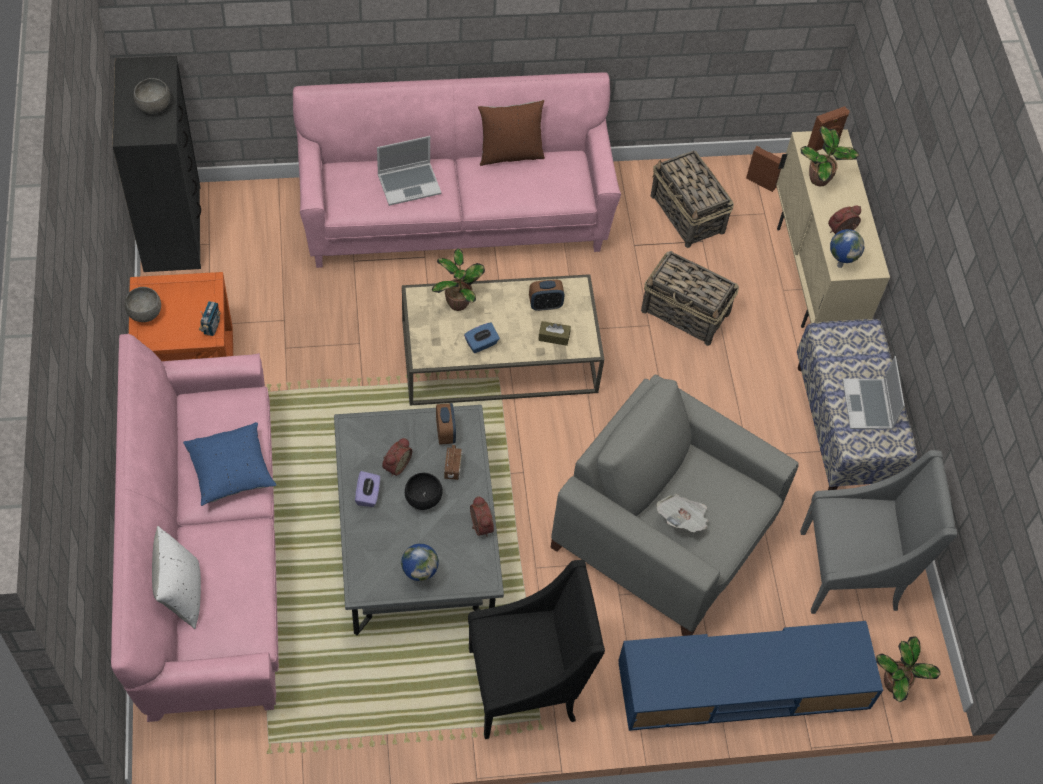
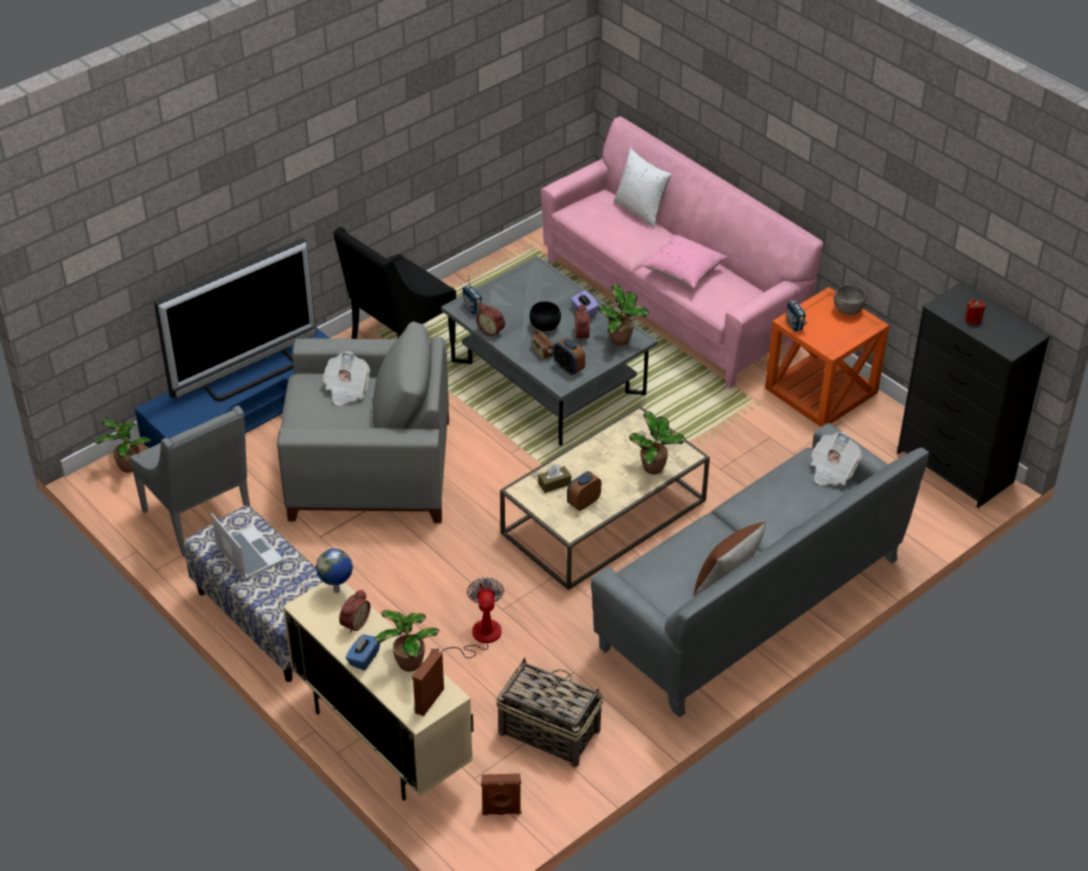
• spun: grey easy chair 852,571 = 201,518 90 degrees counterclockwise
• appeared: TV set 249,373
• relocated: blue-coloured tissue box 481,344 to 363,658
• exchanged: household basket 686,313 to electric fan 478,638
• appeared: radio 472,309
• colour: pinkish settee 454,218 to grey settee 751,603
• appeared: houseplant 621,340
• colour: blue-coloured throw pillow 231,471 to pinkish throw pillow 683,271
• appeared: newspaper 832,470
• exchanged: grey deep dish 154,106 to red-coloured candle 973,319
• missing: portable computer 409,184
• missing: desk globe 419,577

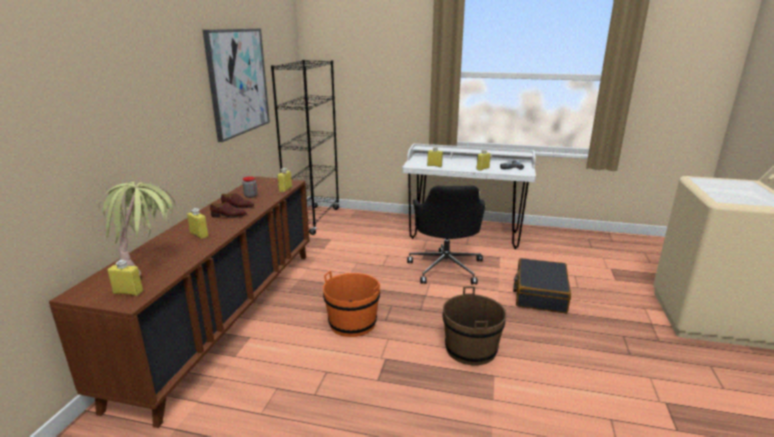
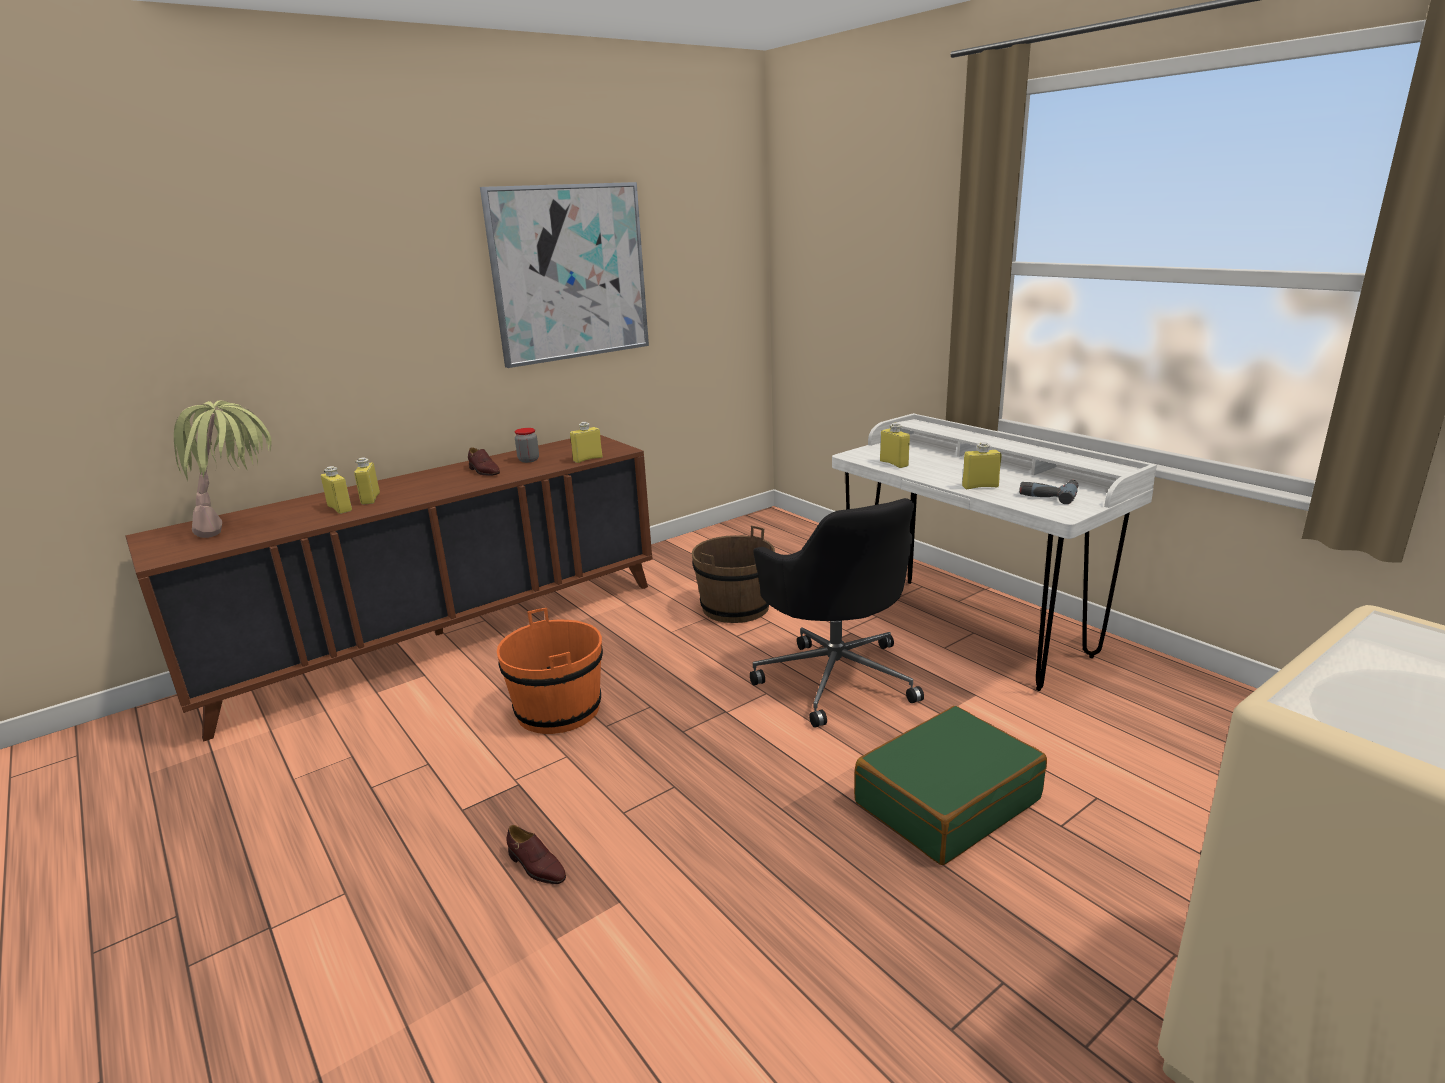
• relocated: yellow drink bottle 128,292 to 340,508
• relocated: brown-coloured item of footwear 229,216 to 536,867
• relocated: brown-coloured pail 471,349 to 736,608
• spun: black office chair 446,267 = 836,677 60 degrees counterclockwise
• colour: black suitcase 540,294 to greenish suitcase 946,800
• missing: black bookcase 313,220

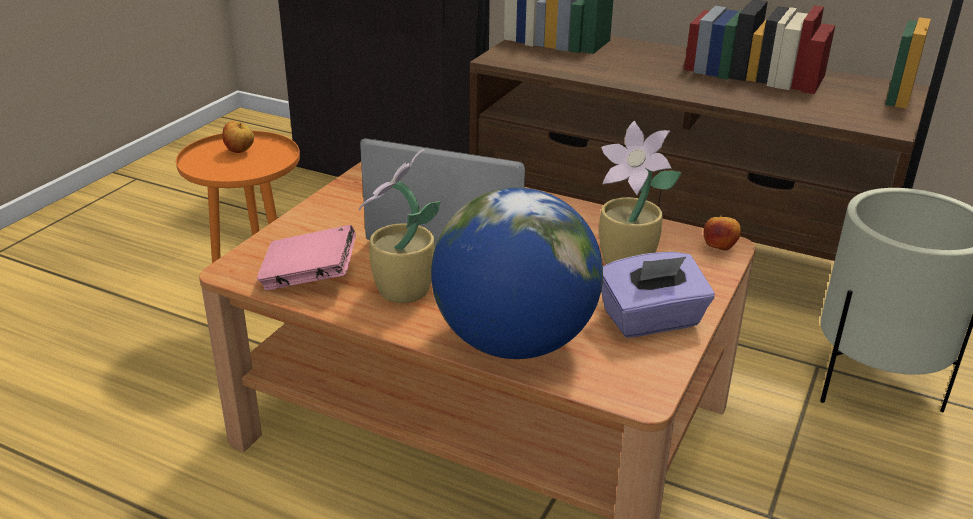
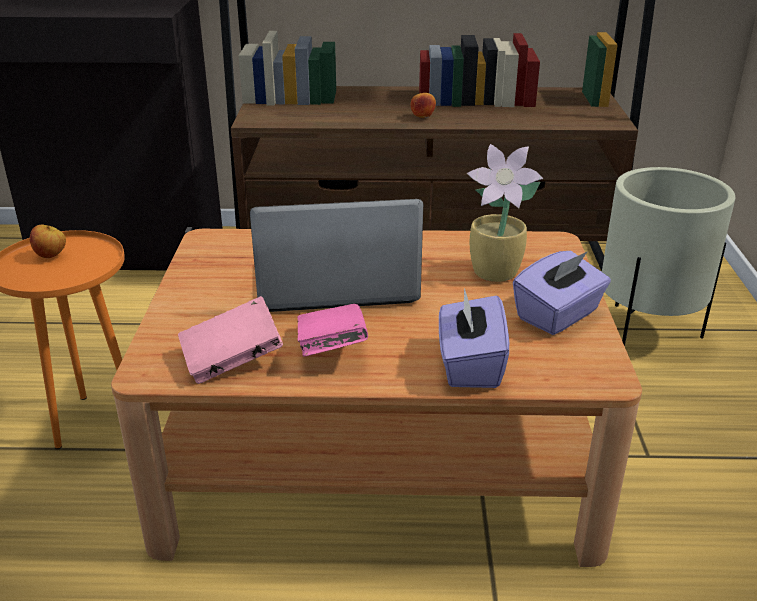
• exchanged: houseplant 401,292 to pinkish book 331,349
• relocated: whole apple 719,248 to 422,117
• exchanged: desk globe 514,342 to purple tissue box 469,365

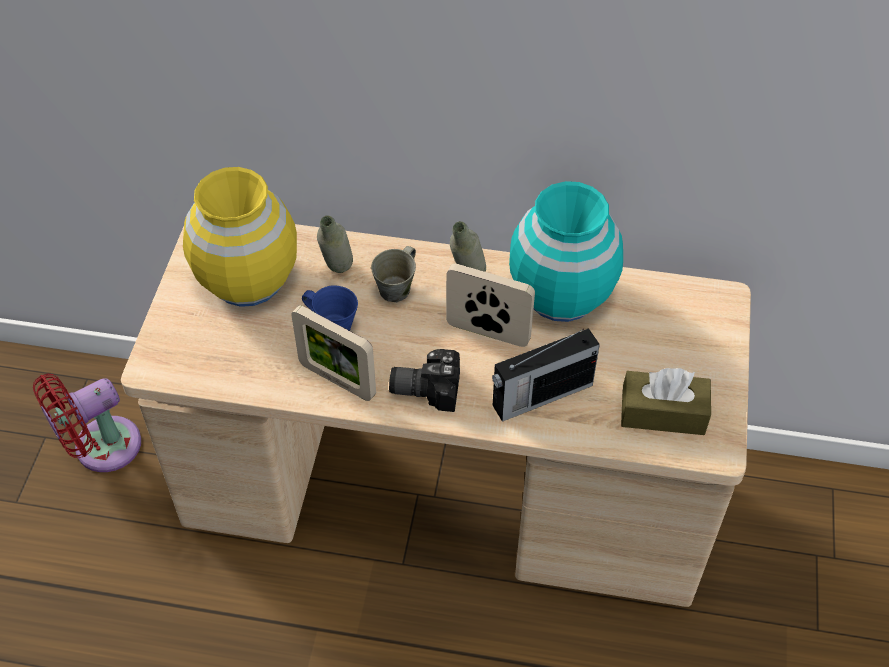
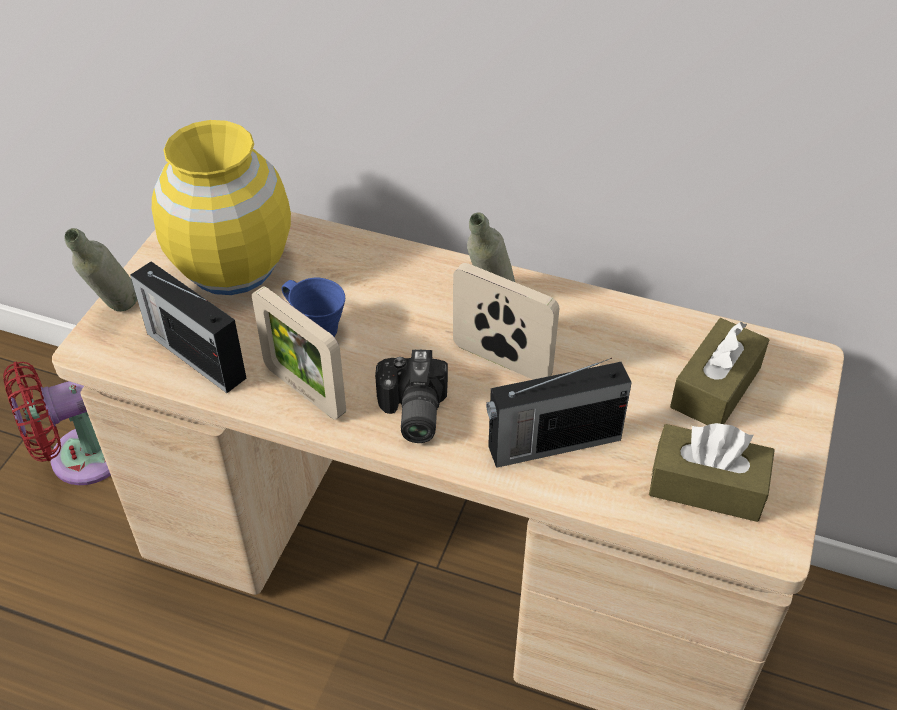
• relocated: grey drink bottle 338,275 to 116,314
• appeared: radio 194,354
• spun: photo camera 426,386 = 410,413 105 degrees counterclockwise
• appeared: brown-coloured tissue box 715,387
• missing: grey mug 396,289
• missing: blue-green vase 560,294

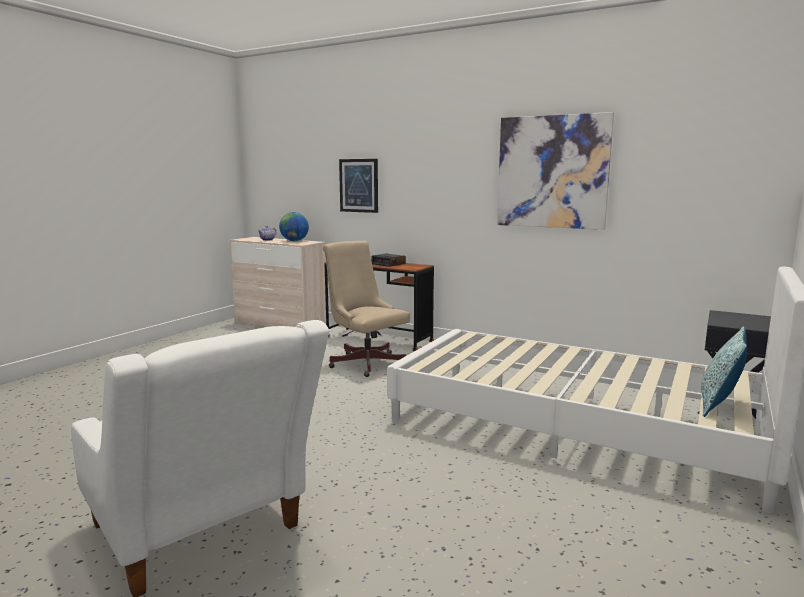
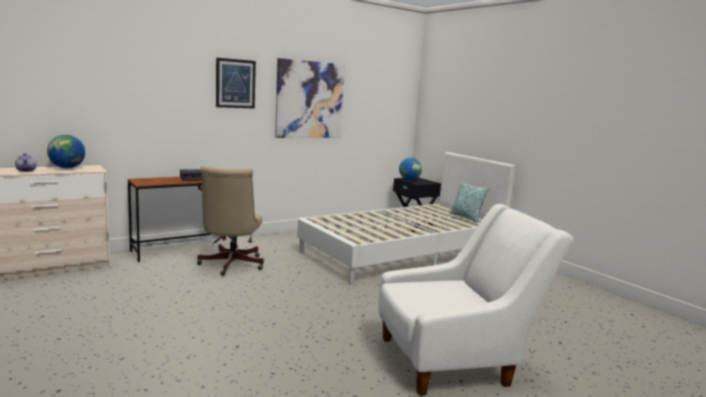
• spun: beige-coloured office chair 365,362 = 230,265 75 degrees counterclockwise
• relocated: wall picture 359,185 to 235,83
• appeared: desk globe 409,180

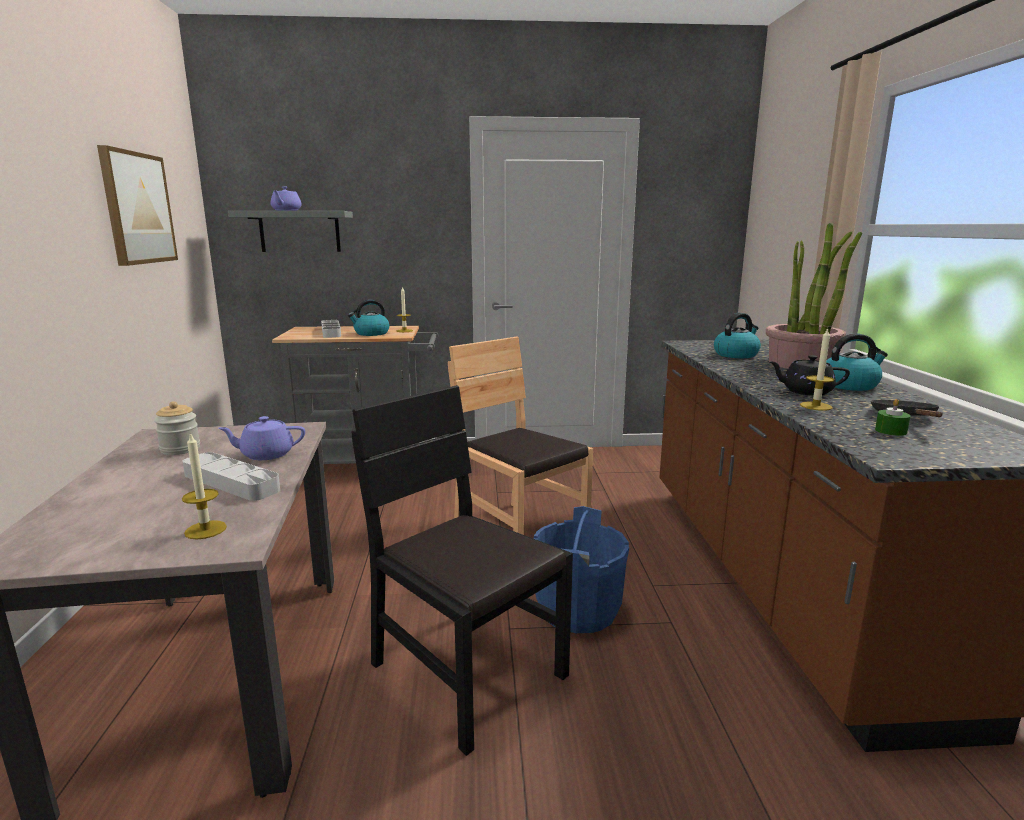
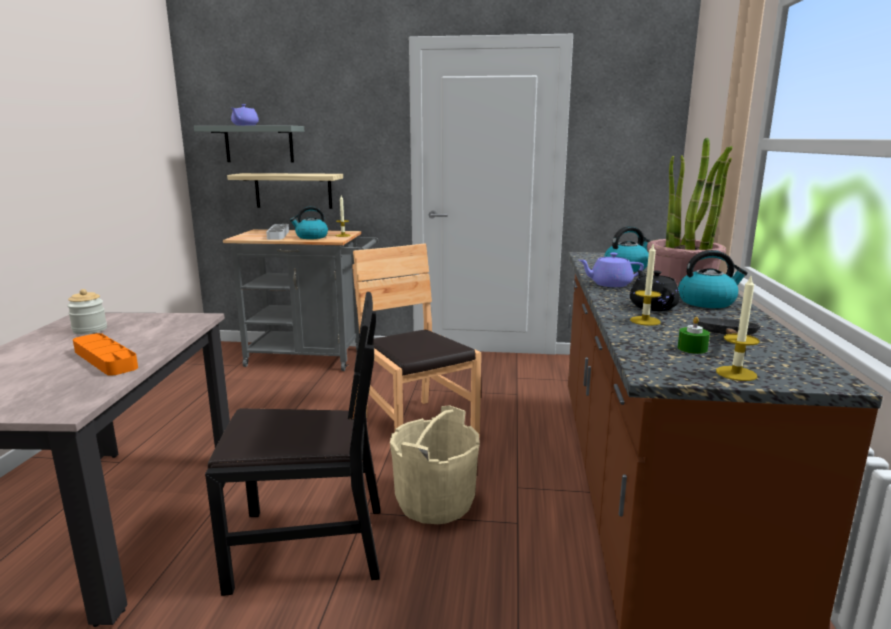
• colour: grey carrying tray 231,482 to orange carrying tray 105,359
• spun: black chair 466,672 = 308,546 120 degrees clockwise
• appeared: shelf 293,190
• colour: blue-coloured pail 578,609 to beige-coloured pail 435,502
• relocated: purple pot for tea 266,454 to 609,284
• spun: black pot for tea 805,391 = 652,306 60 degrees clockwise
• relocated: candle 205,530 to 736,373
• missing: wall picture 137,208

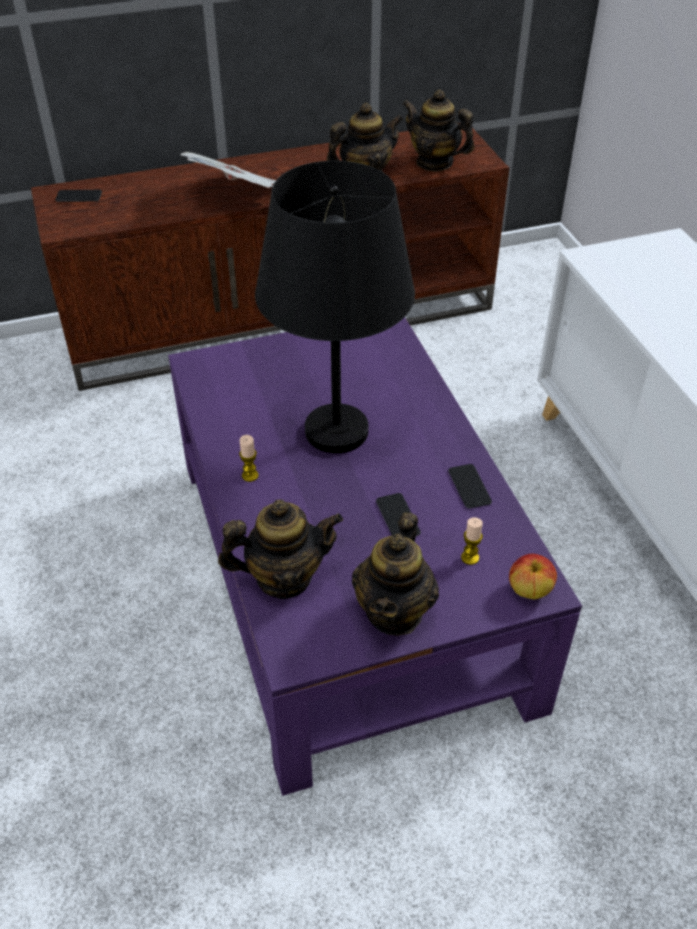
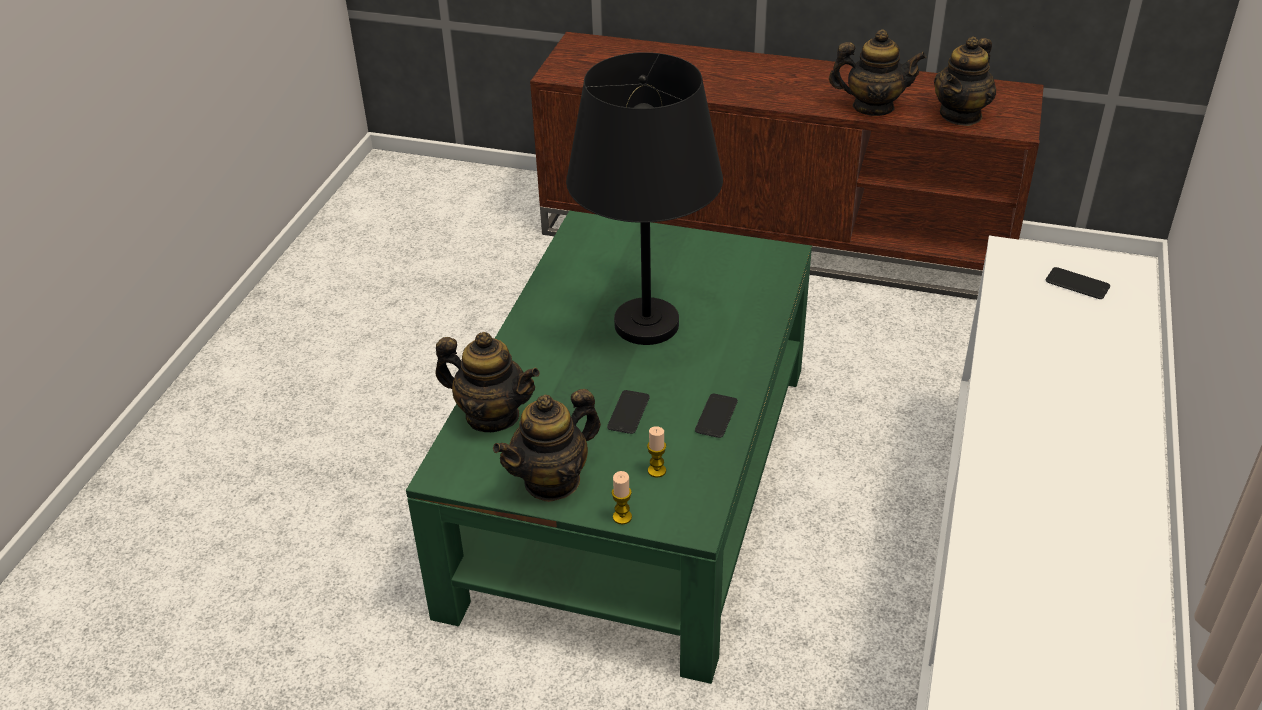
• colour: purple coffee table 349,578 to greenish coffee table 633,484
• relocated: candle 250,475 to 622,517
• spun: pot for tea 435,163 = 961,115 120 degrees counterclockwise
• relocated: handset 79,196 to 1077,284
• missing: newspaper 237,195
• missing: whole apple 529,590

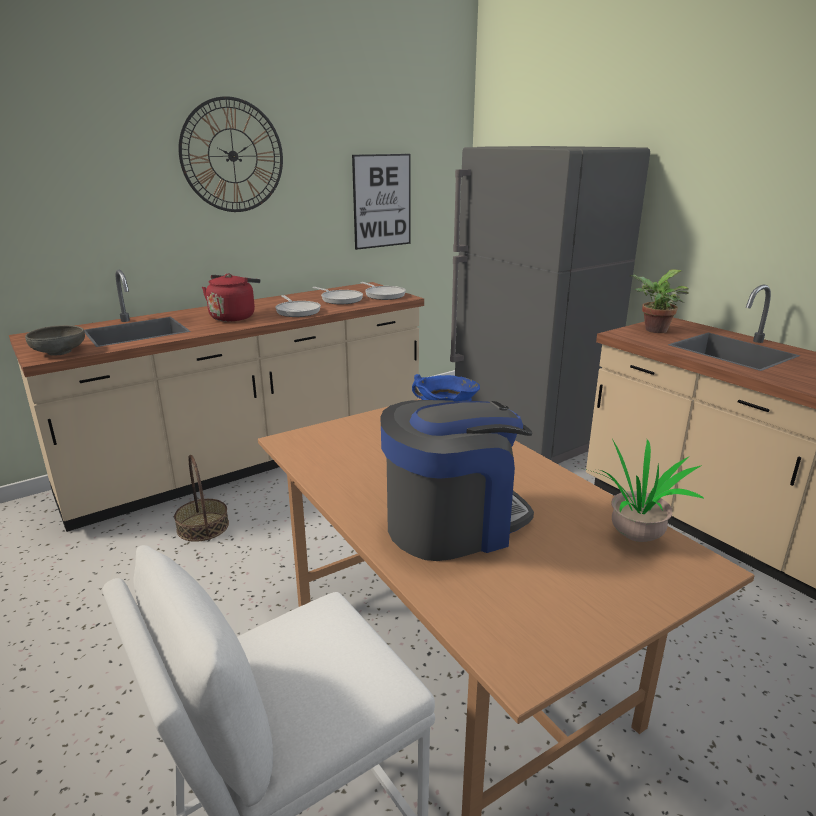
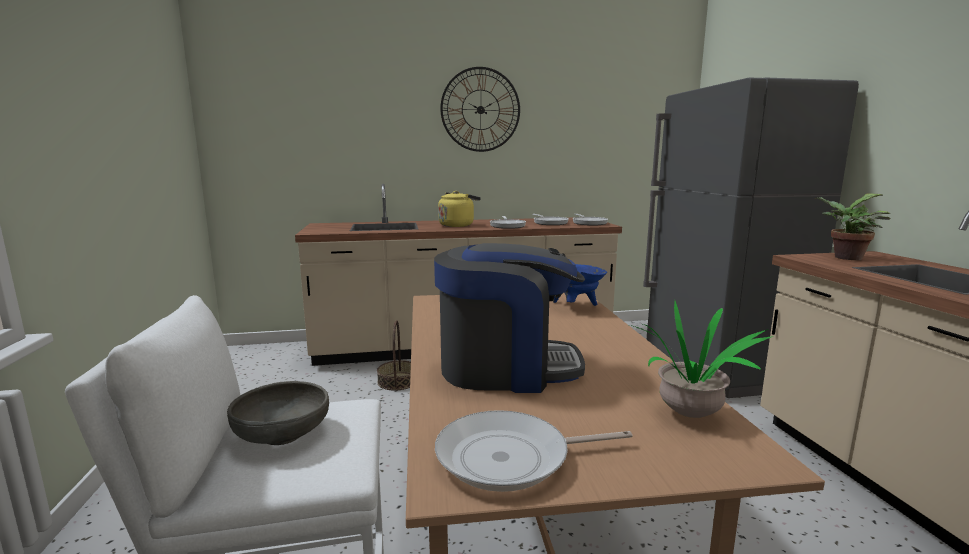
• relocated: grey deep dish 59,352 to 282,435
• appeared: skillet 510,458
• colour: red-coloured water kettle 234,316 to yellow water kettle 457,225
• missing: wall picture 382,201

